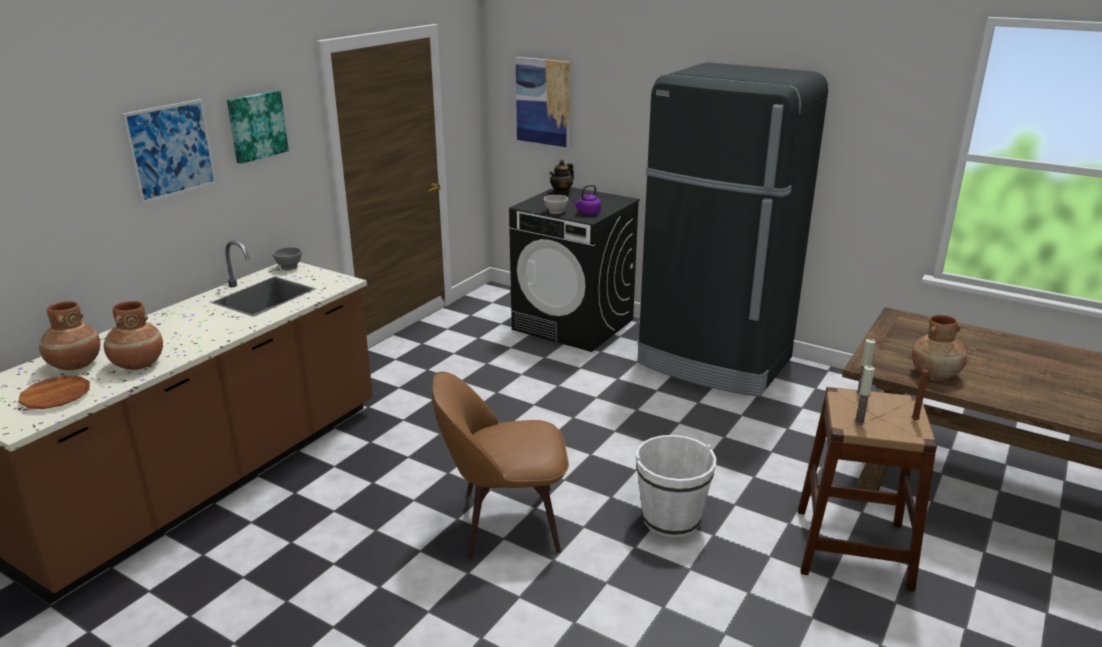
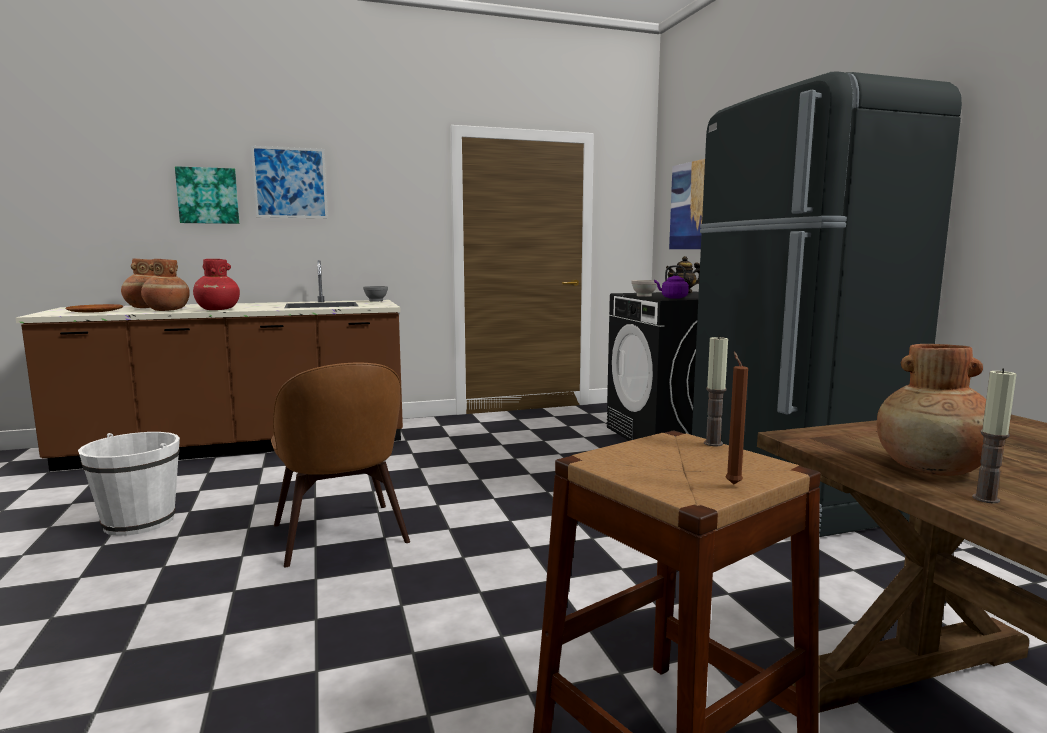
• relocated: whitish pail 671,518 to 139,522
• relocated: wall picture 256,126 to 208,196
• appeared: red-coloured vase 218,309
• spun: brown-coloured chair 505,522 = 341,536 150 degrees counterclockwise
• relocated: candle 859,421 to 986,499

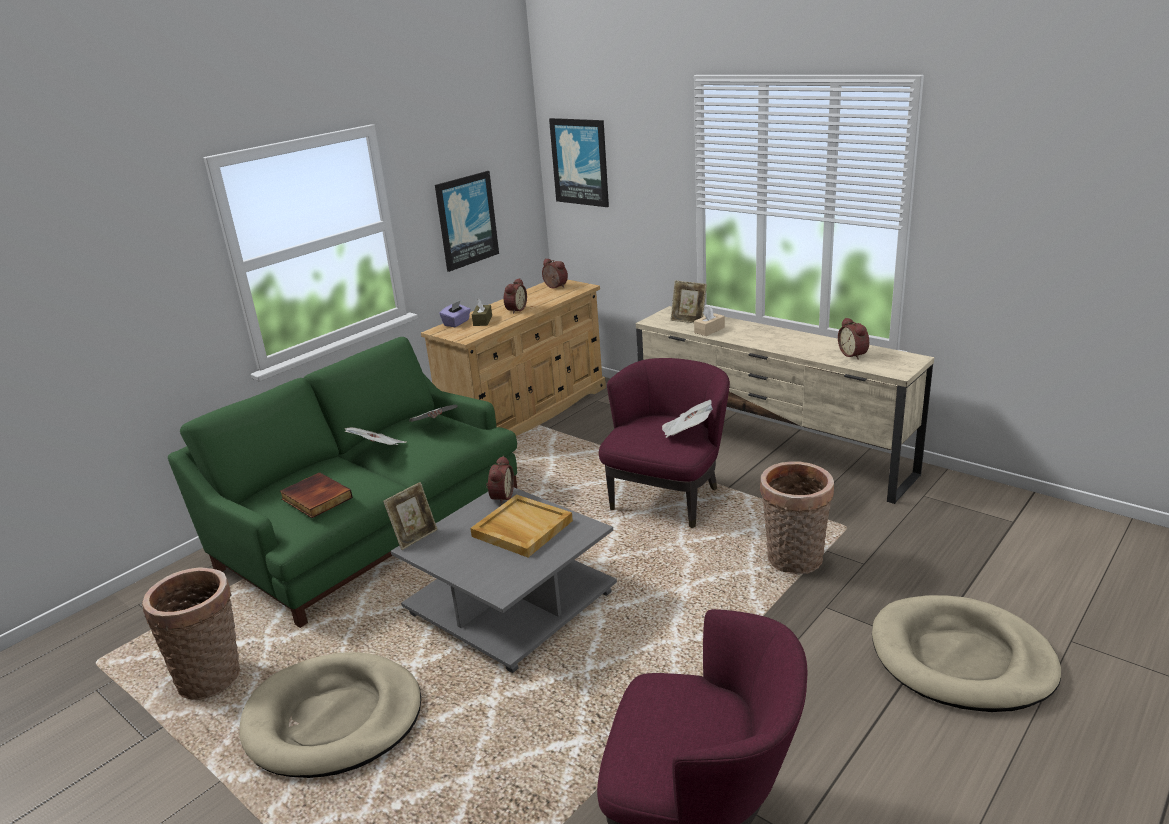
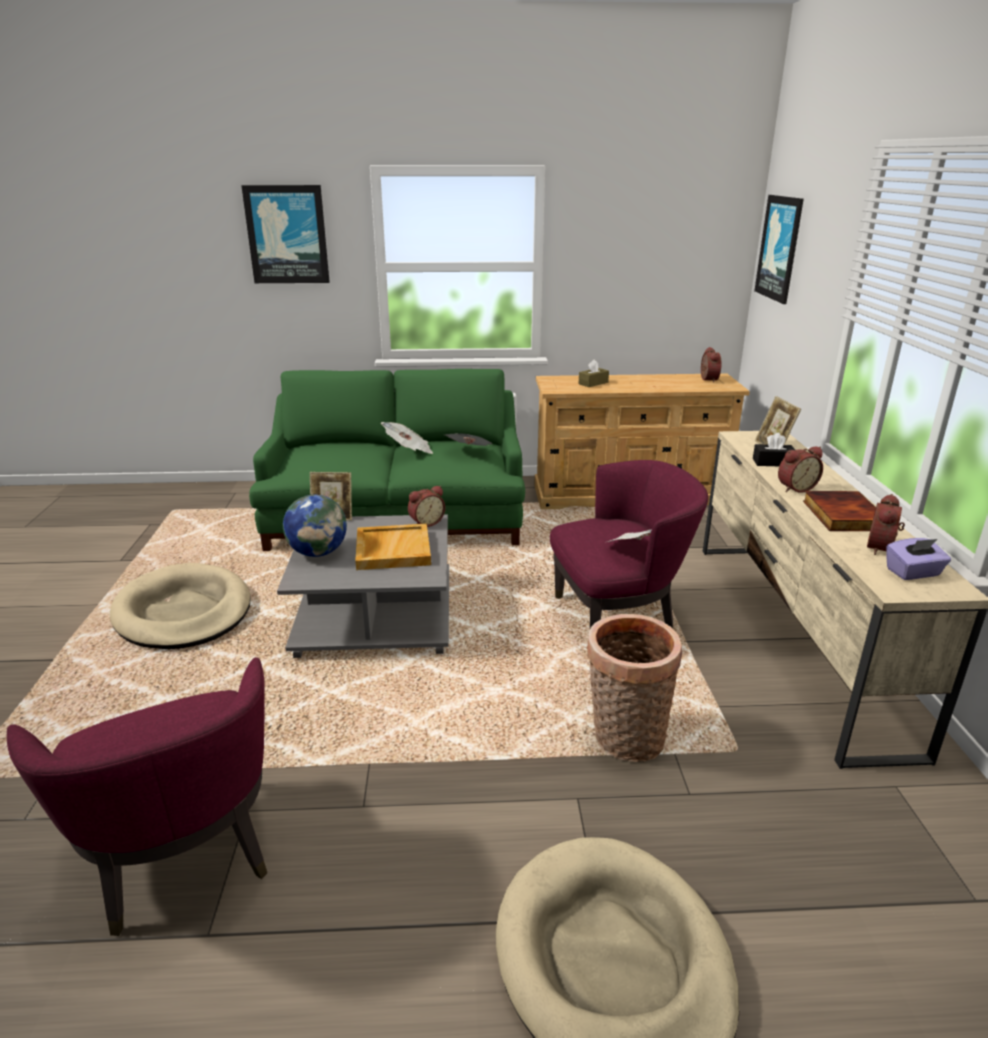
• relocated: wall picture 466,220 to 287,235
• appeared: desk globe 318,552
• colour: beige-coloured tissue box 709,330 to black tissue box 773,462
• relocated: alarm clock 515,310 to 795,488
• relocated: book 315,499 to 841,515
• relocated: purple tissue box 457,323 to 913,573
• missing: household basket 213,676

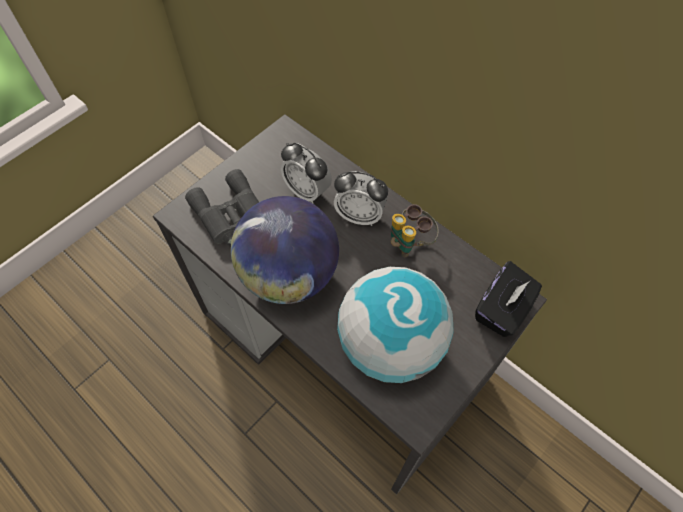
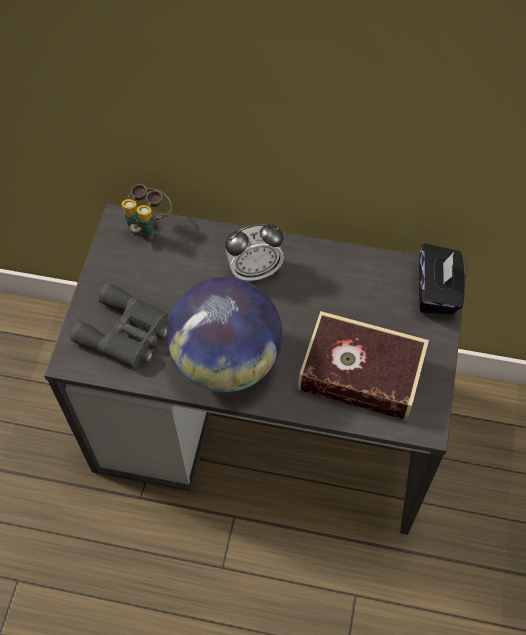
• relocated: field glasses 409,243 to 148,225
• exchanged: desk globe 390,345 to book 361,374
• missing: alarm clock 307,191

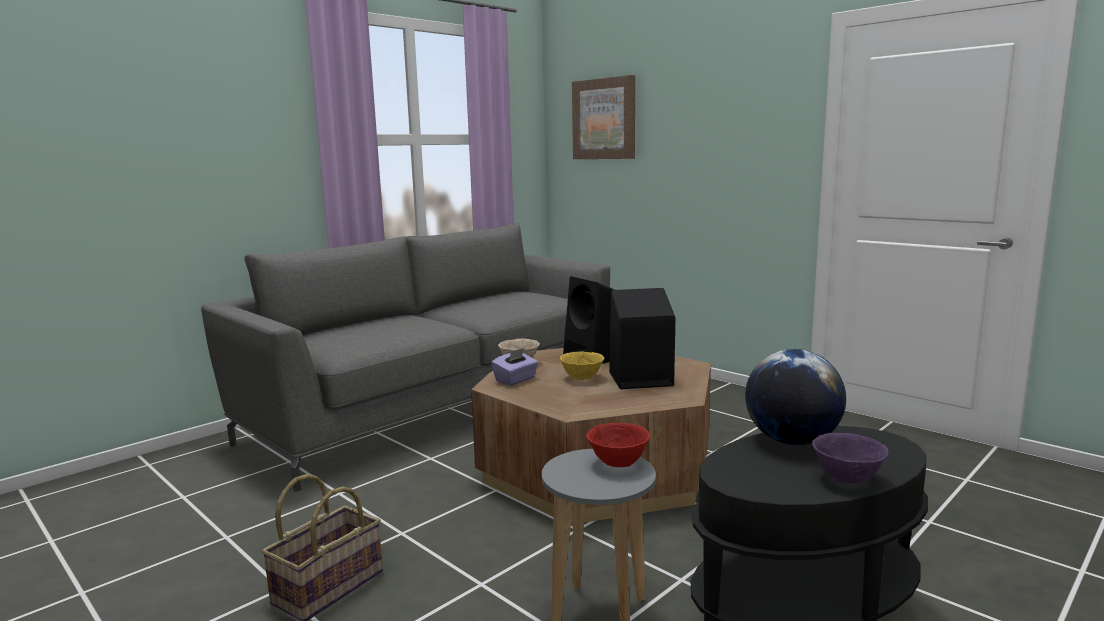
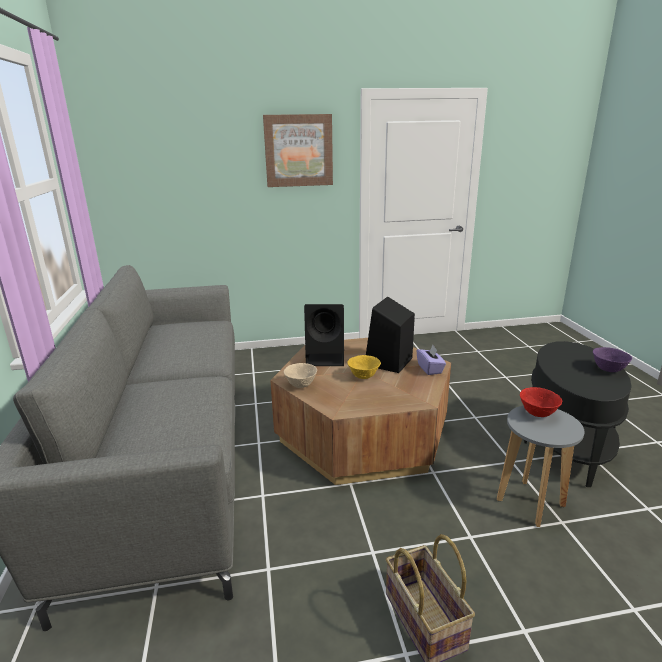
• relocated: wall picture 604,119 to 298,150
• relocated: purple tissue box 516,380 to 430,369
• missing: desk globe 792,441

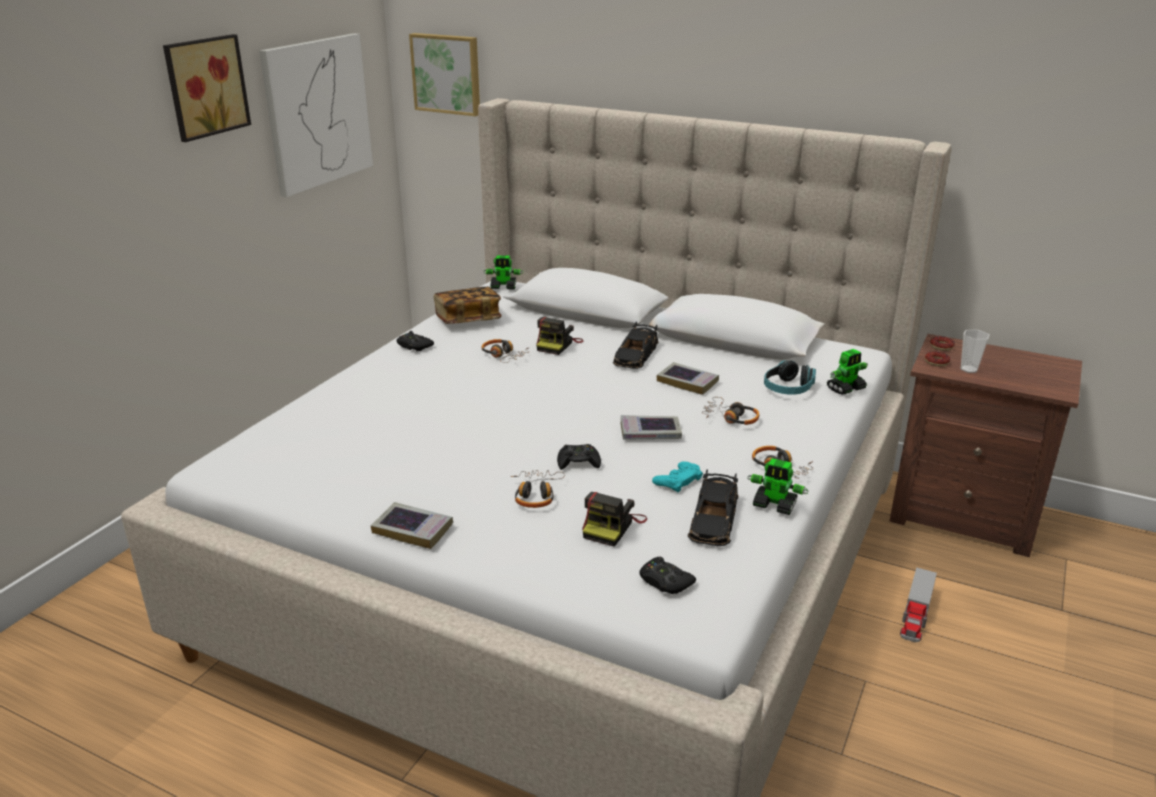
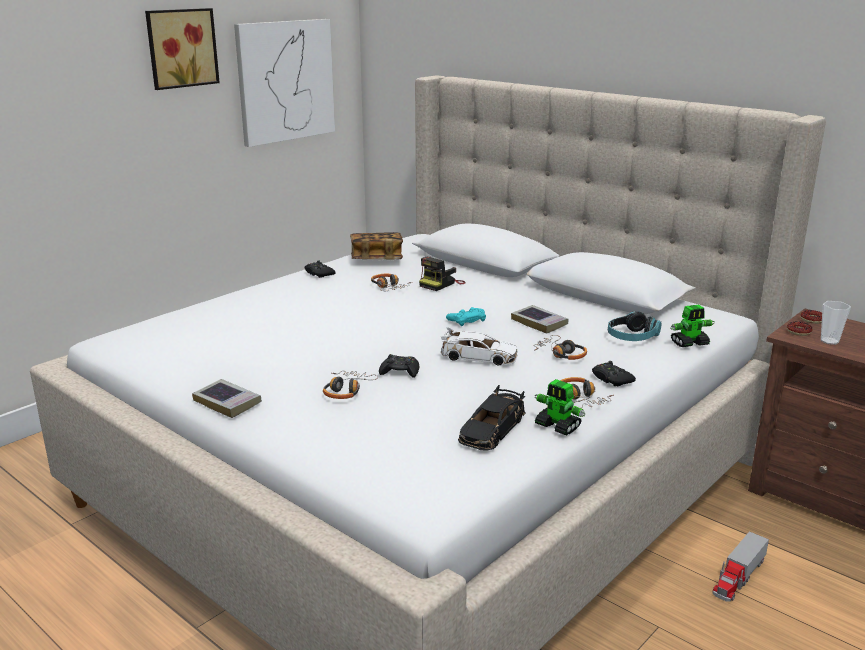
• exchanged: book 650,433 to whitish model car 478,357
• relocated: blue-green game controller 678,480 to 466,320
• relocated: black game controller 665,581 to 611,379
• missing: wall picture 447,74
• missing: robot figure 504,287
• missing: photo camera 612,526
• missing: black model car 636,355

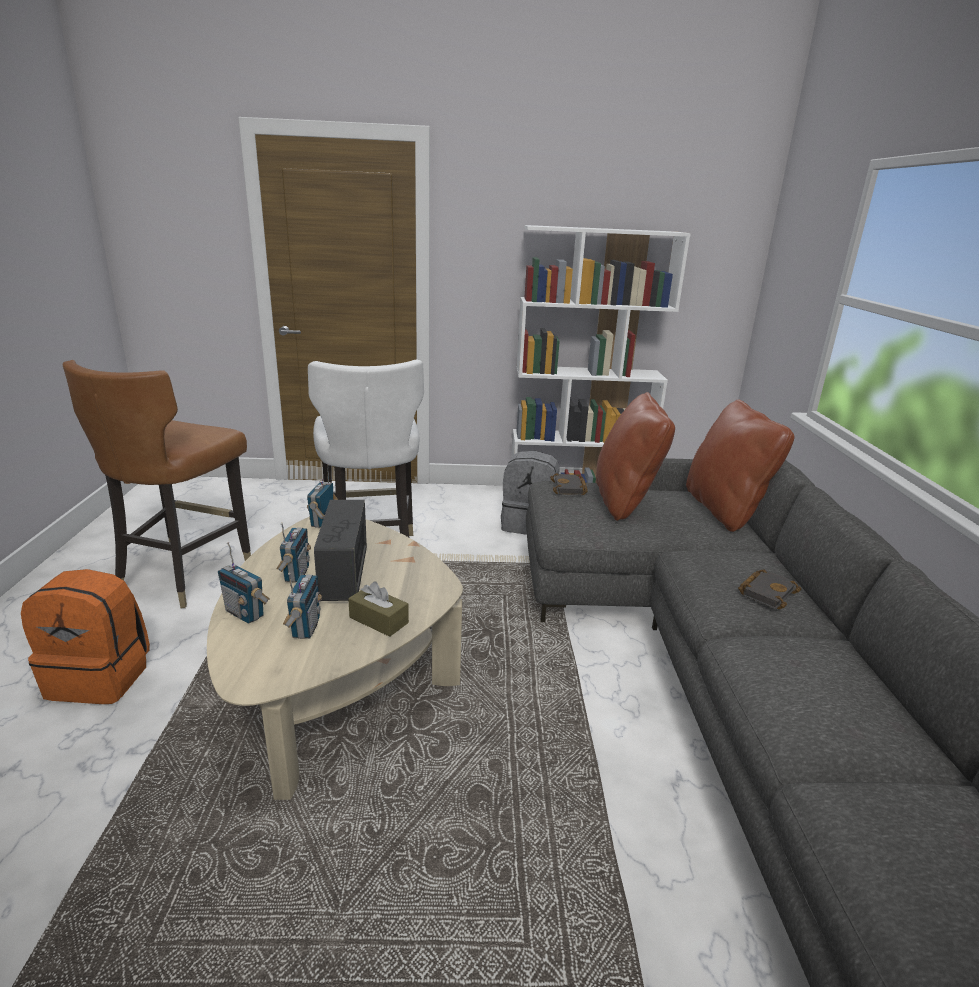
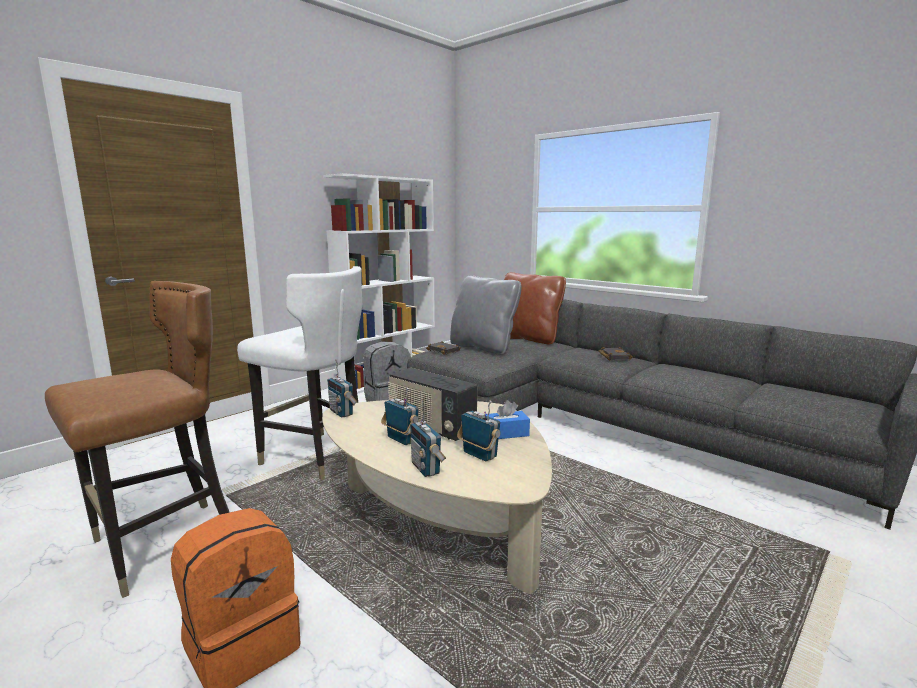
• spun: brown-coloured chair 184,575 = 163,545 105 degrees counterclockwise
• spun: radio 245,613 = 426,469 75 degrees clockwise
• colour: brown-coloured throw pillow 625,501 to grey throw pillow 483,347
• colour: brown-coloured tissue box 378,620 to blue-coloured tissue box 505,433

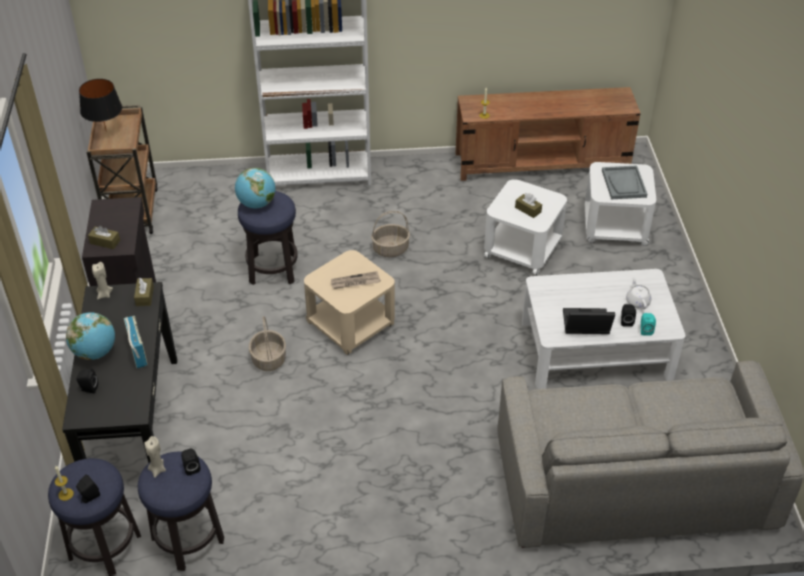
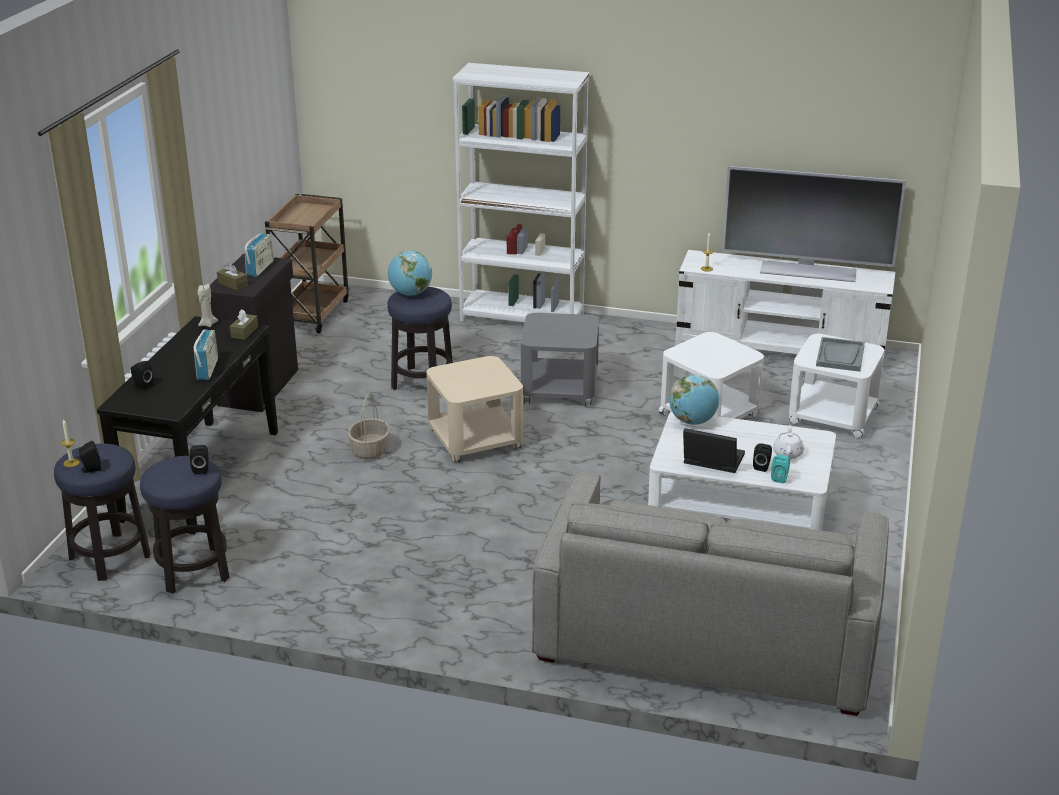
• appeared: radio 260,268
• exchanged: household basket 391,249 to grey side table 559,388
• relocated: desk globe 95,352 to 692,421
• colour: brown-coloured tv stand 542,162 to whitish tv stand 780,348
• appeared: TV set 808,271
• missing: black table lamp 106,131
• missing: beige-coloured candle 157,469
• missing: newspaper 355,282
• missing: brown-coloured tissue box 528,210

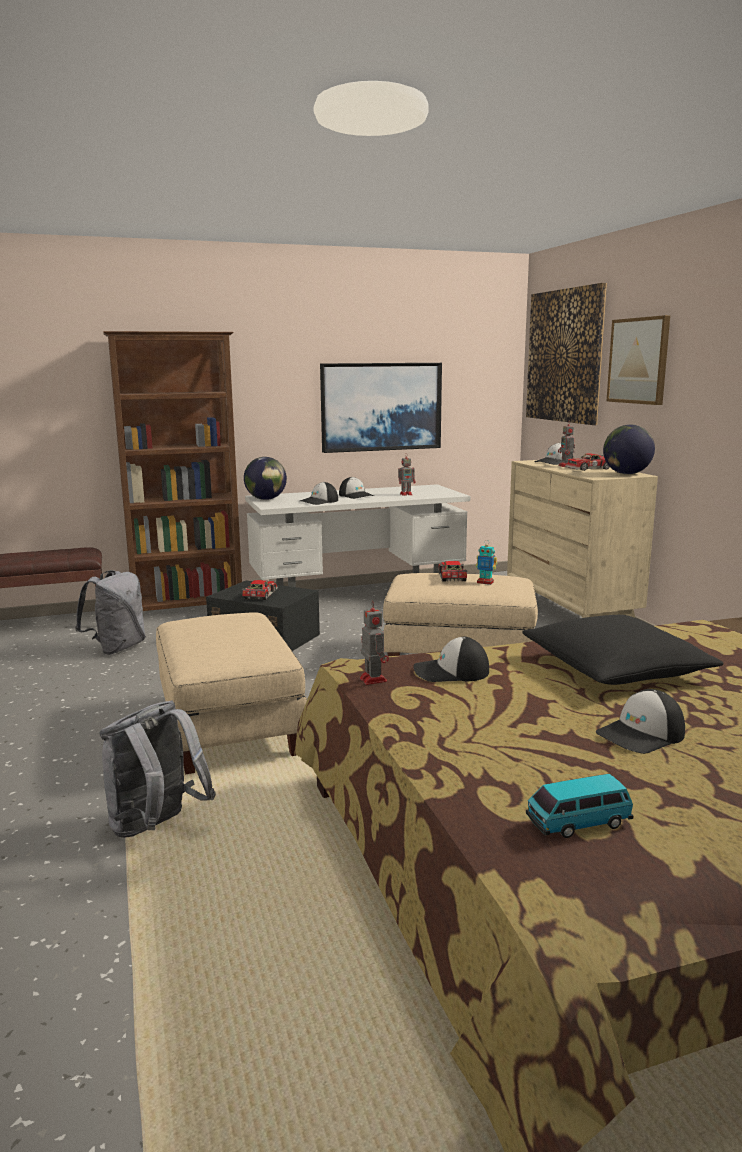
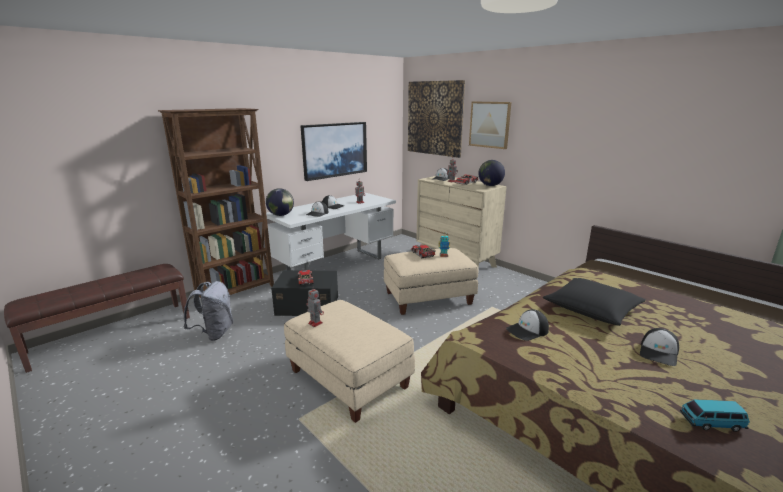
• relocated: robot figure 372,679 to 315,323
• spun: model car 578,822 = 711,422 45 degrees clockwise
• missing: grey rucksack 156,828

